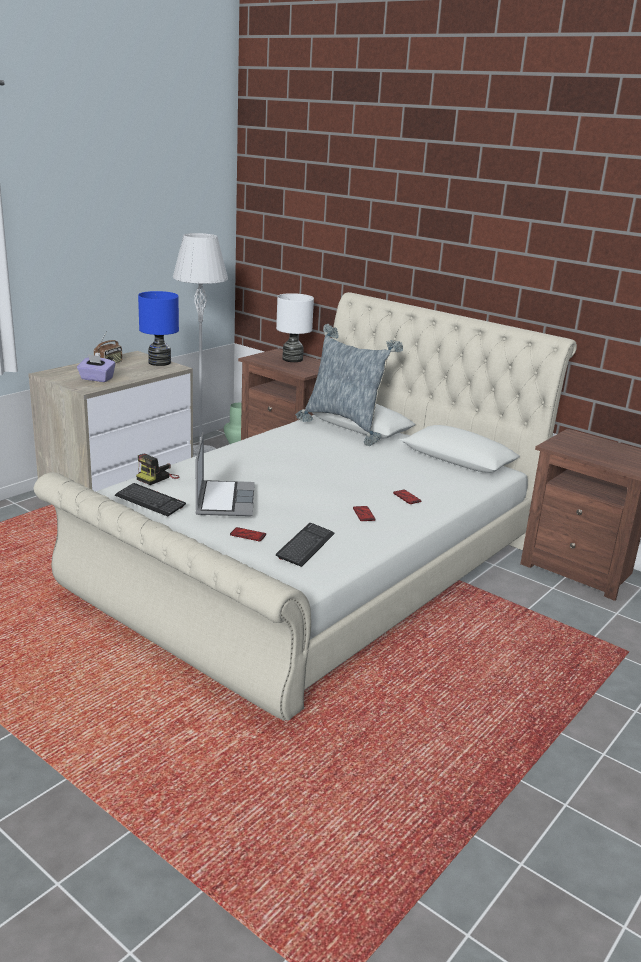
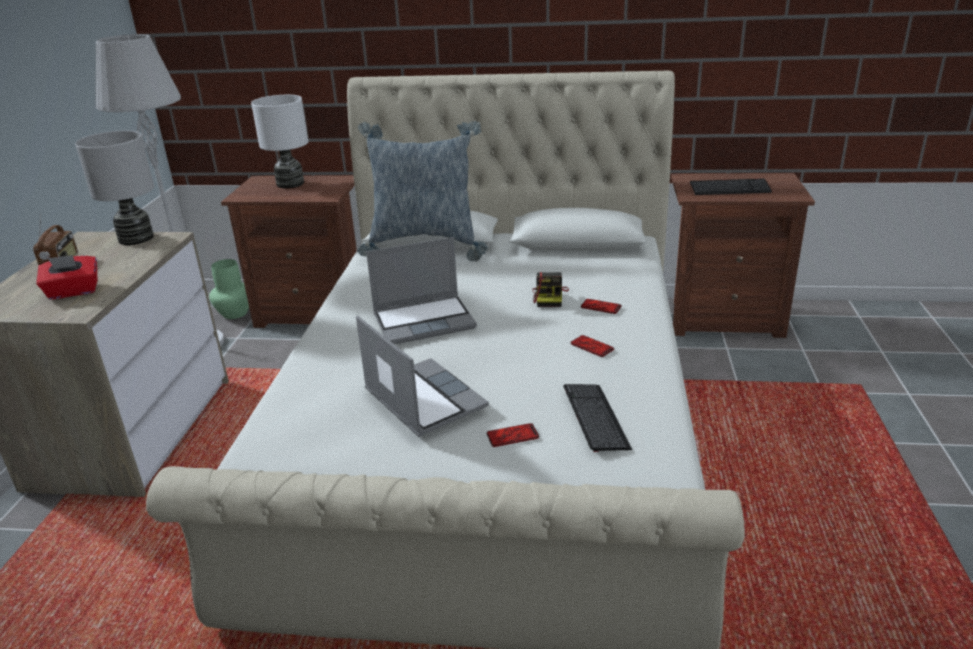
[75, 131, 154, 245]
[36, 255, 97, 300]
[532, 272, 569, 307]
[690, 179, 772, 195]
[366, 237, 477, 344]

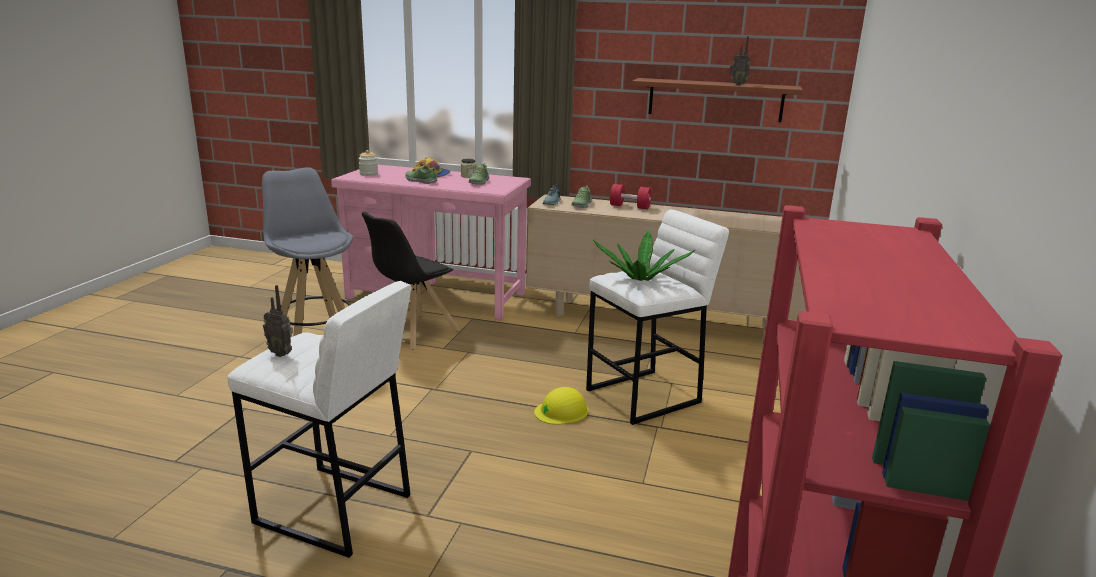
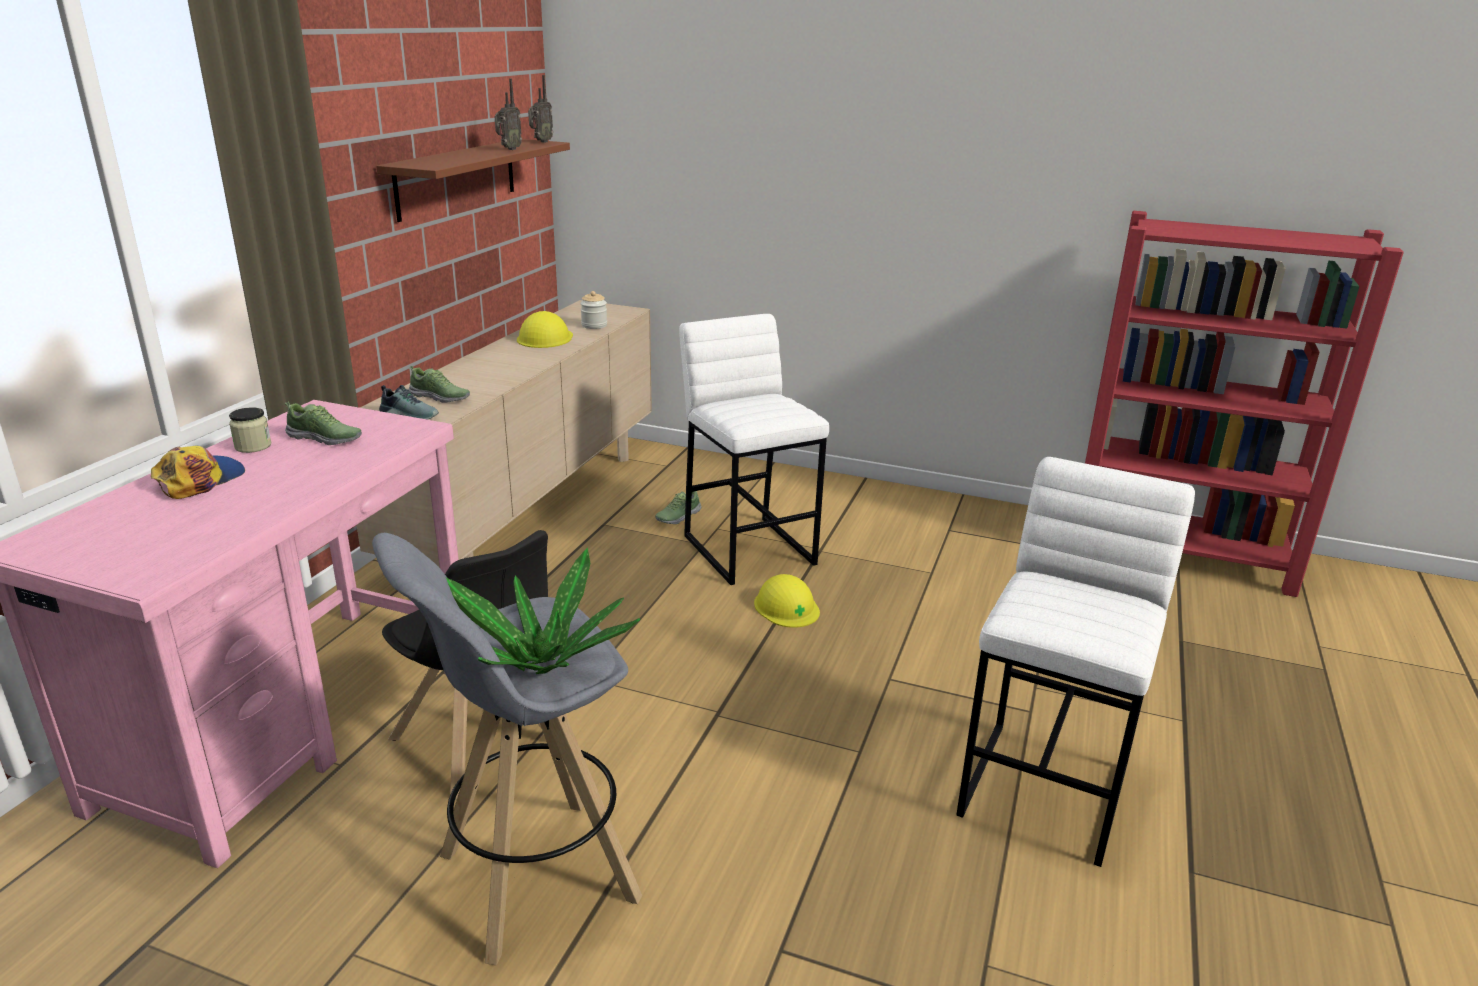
[580, 291, 607, 329]
[655, 491, 701, 524]
[610, 184, 652, 209] (first image)
[446, 548, 641, 674]
[528, 75, 553, 143]
[517, 311, 573, 348]

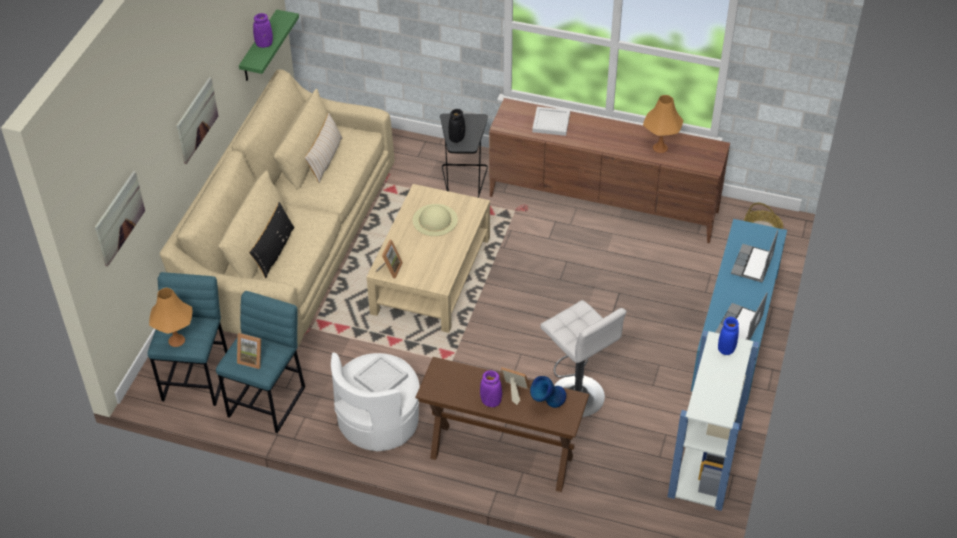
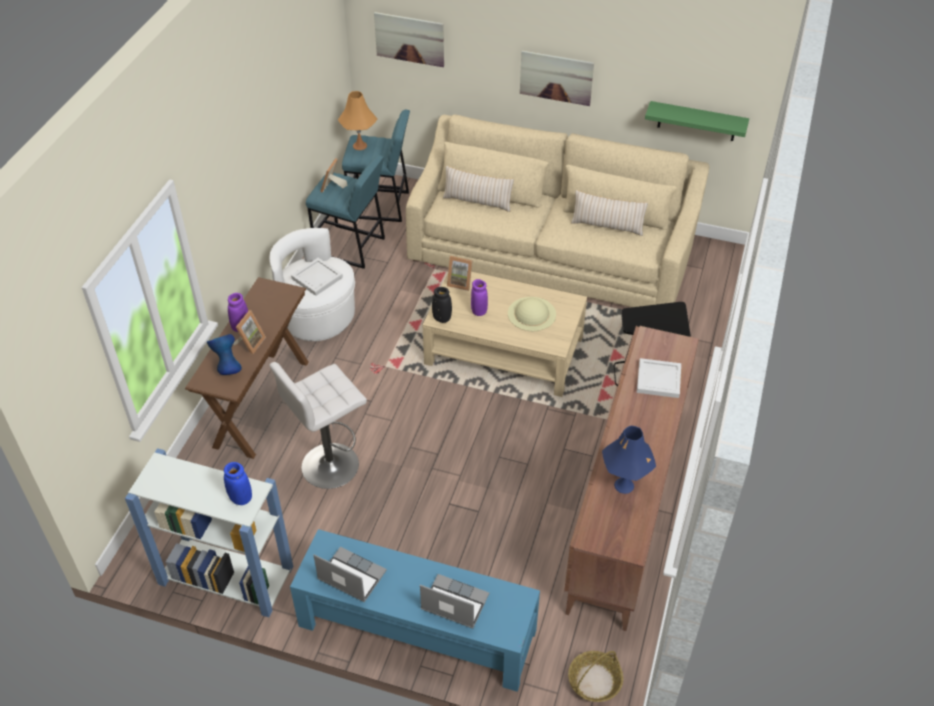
[471, 279, 488, 316]
[602, 426, 656, 494]
[432, 287, 452, 323]
[443, 166, 514, 212]

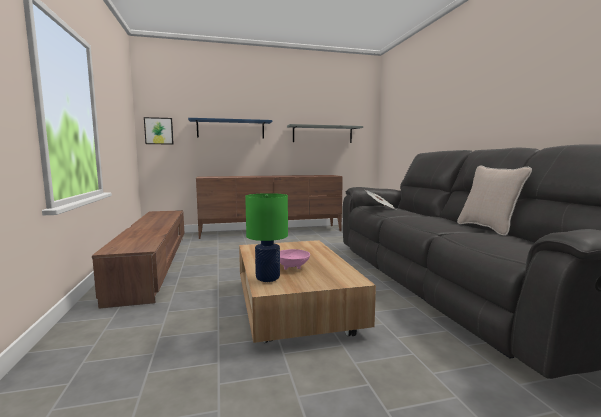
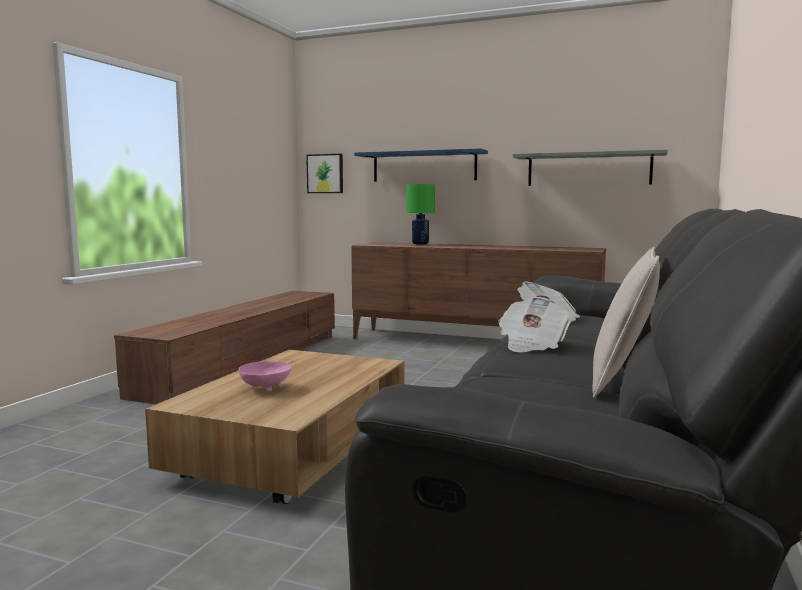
[406, 184, 435, 245]
[498, 297, 572, 352]

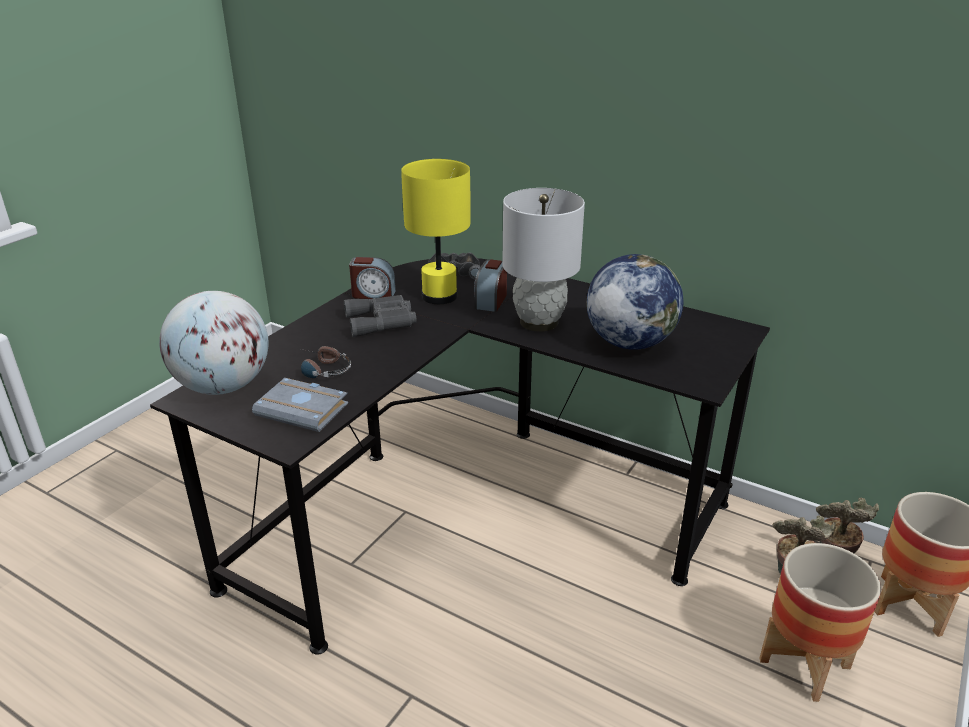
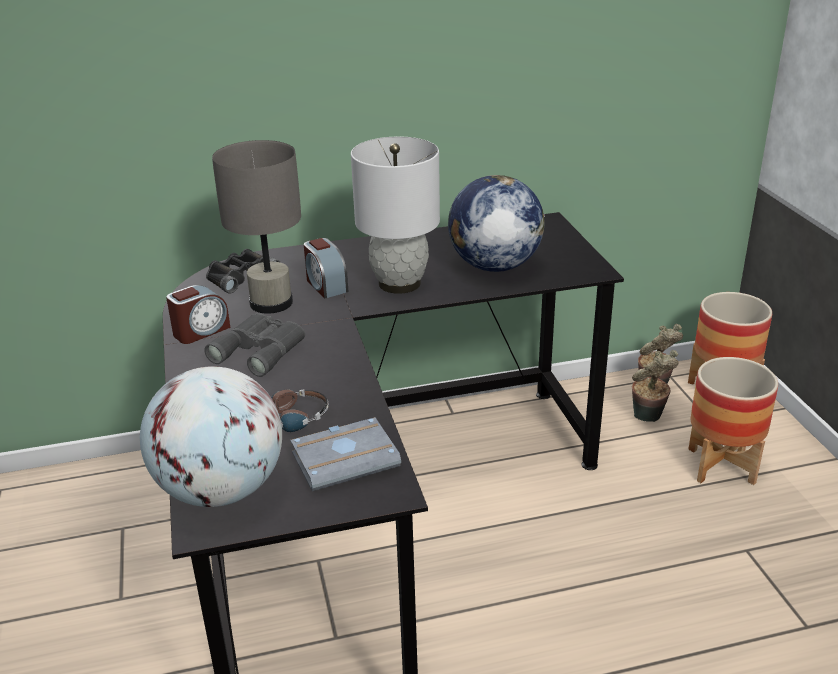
[212, 140, 301, 314]

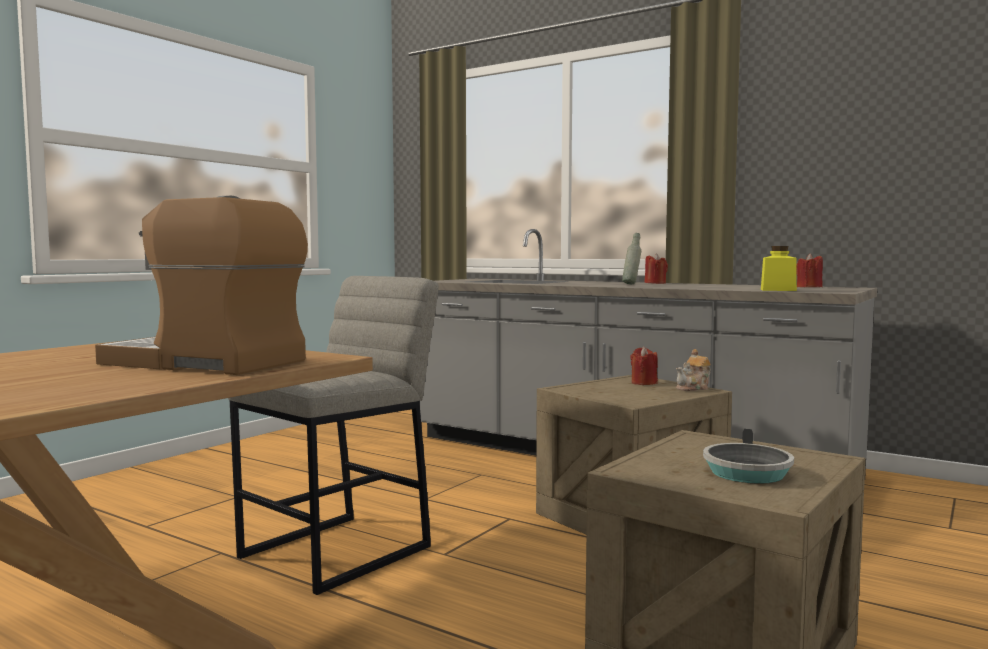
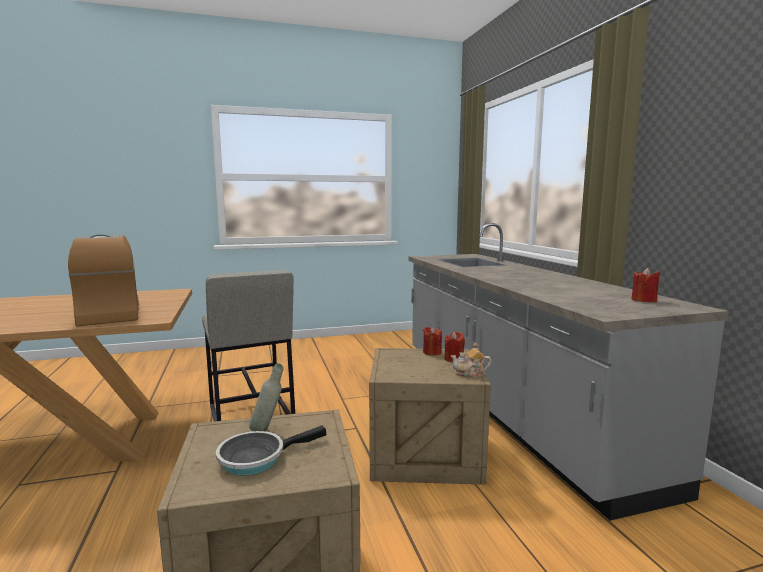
[249, 363, 283, 432]
[761, 246, 797, 291] (first image)
[423, 326, 442, 356]
[202, 270, 295, 421]

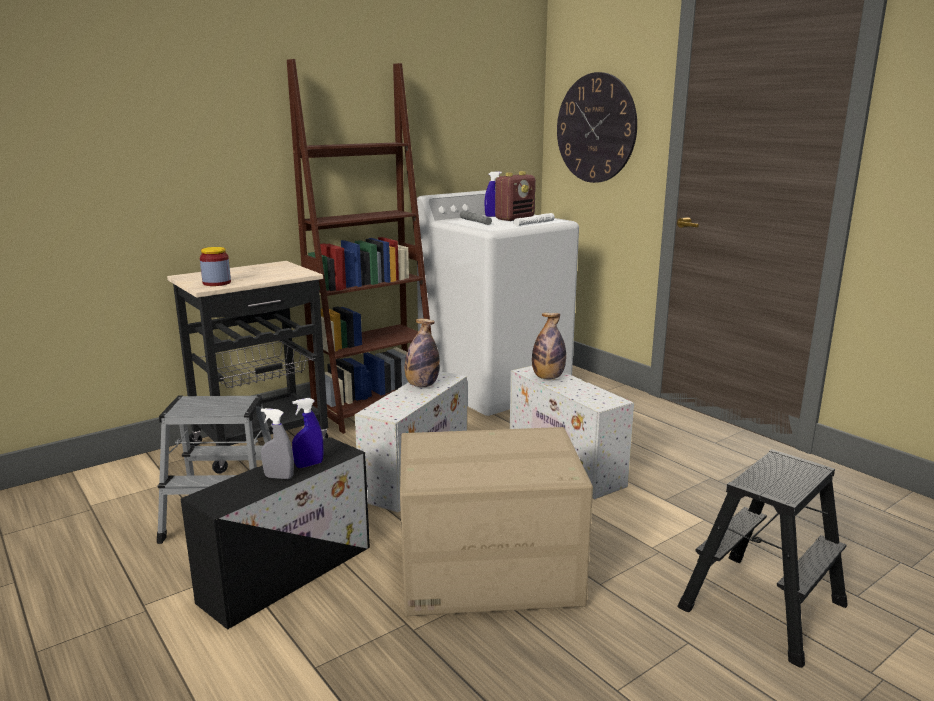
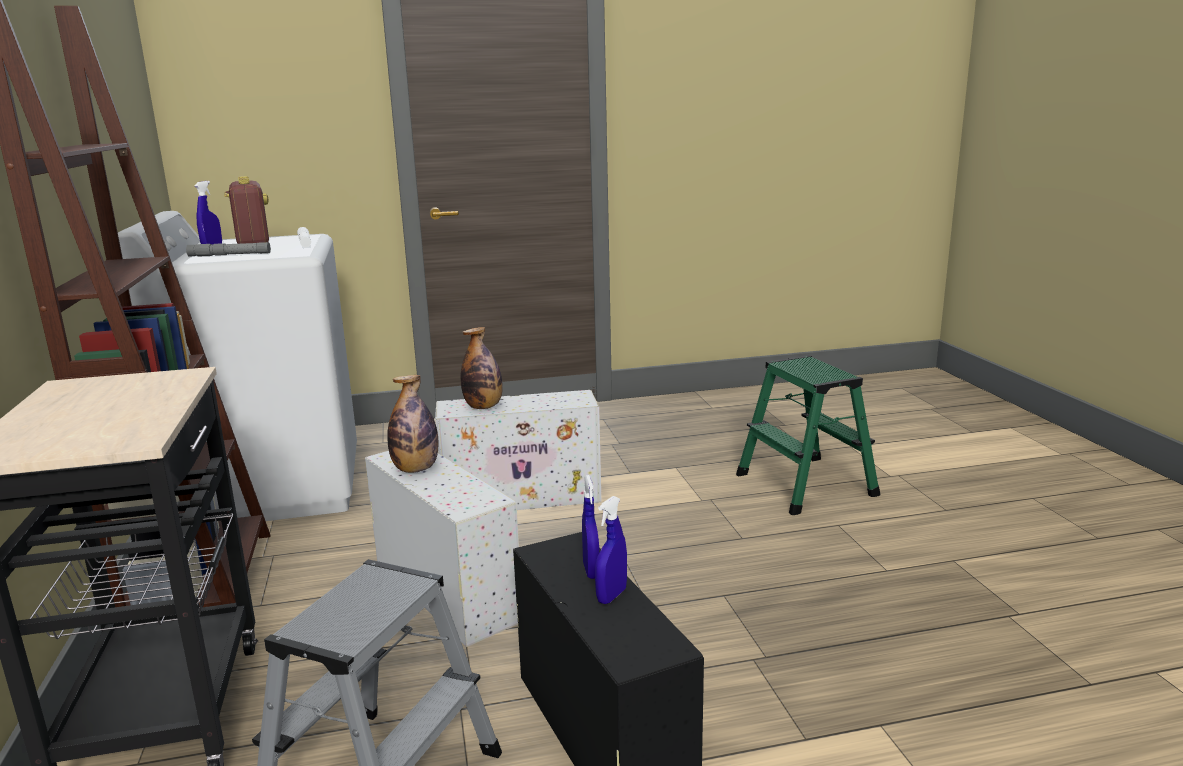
[557, 72, 637, 183] (first image)
[200, 247, 231, 286] (first image)
[595, 496, 627, 604]
[400, 427, 593, 616] (first image)
[736, 355, 880, 515]

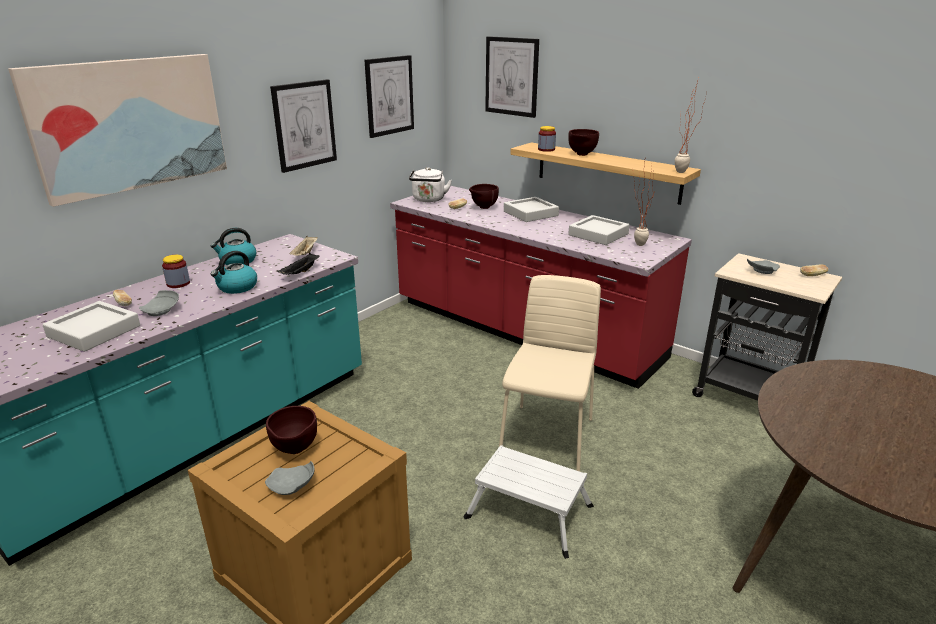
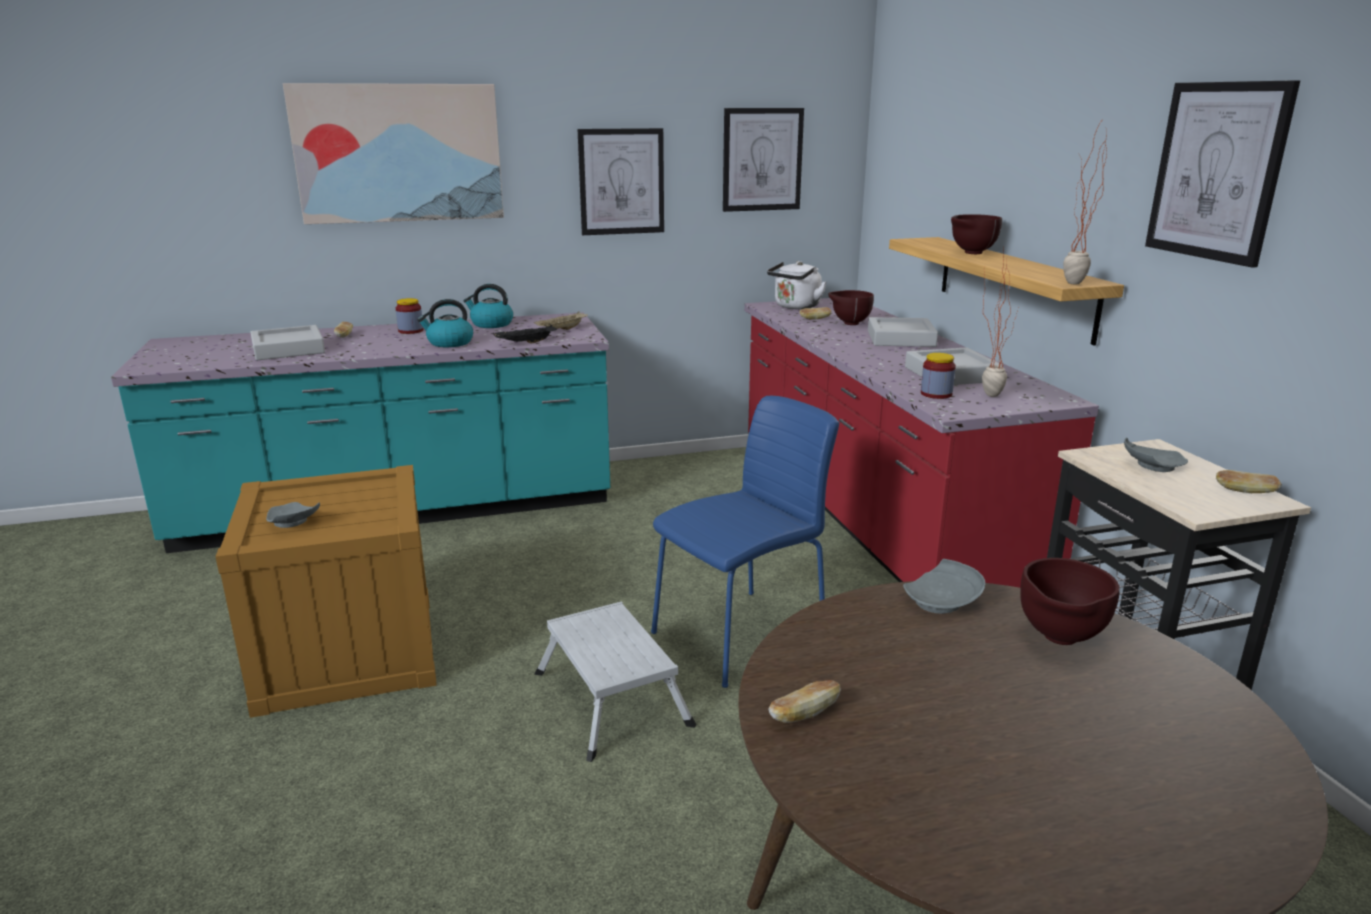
[1145, 80, 1300, 268]
[921, 353, 956, 399]
[651, 396, 839, 688]
[903, 559, 985, 614]
[1020, 558, 1119, 645]
[768, 680, 841, 723]

